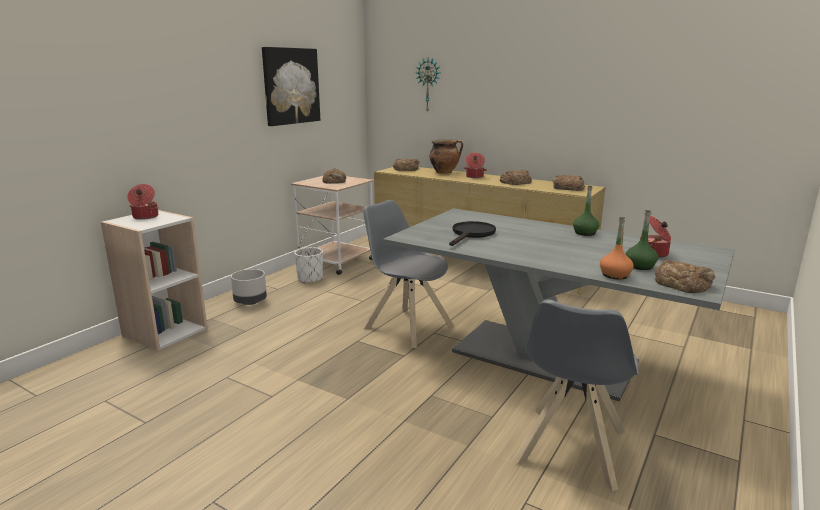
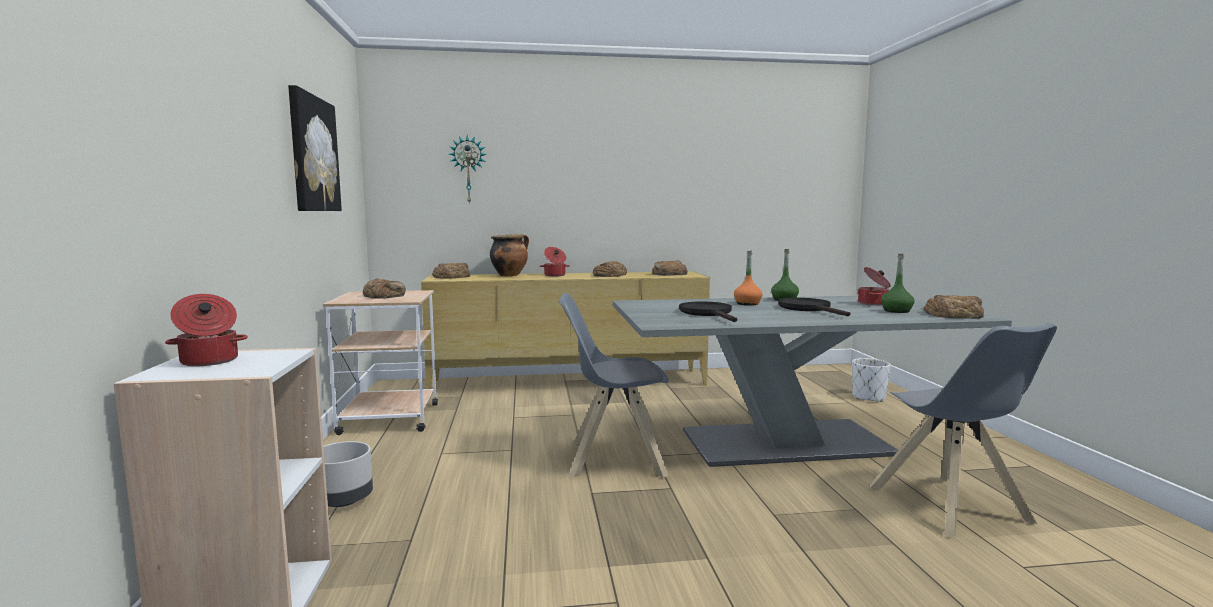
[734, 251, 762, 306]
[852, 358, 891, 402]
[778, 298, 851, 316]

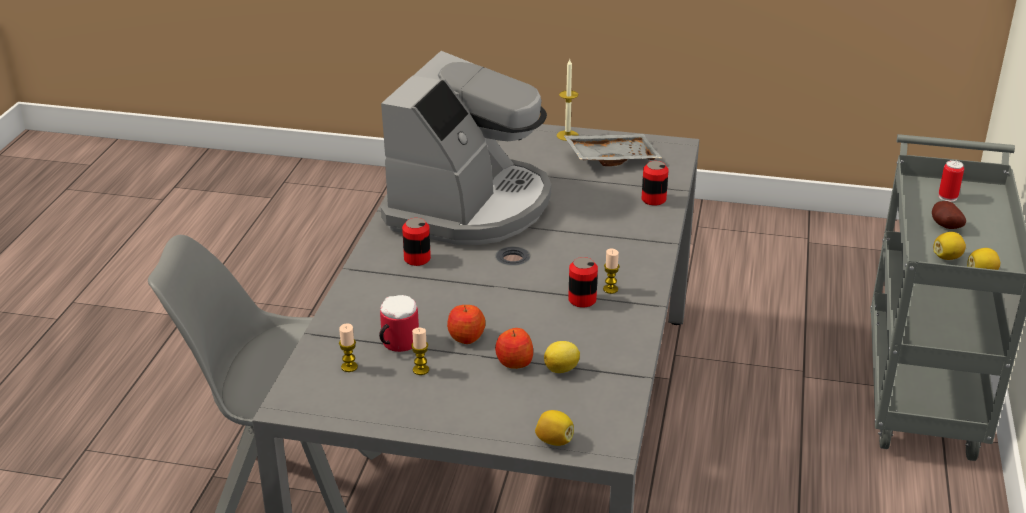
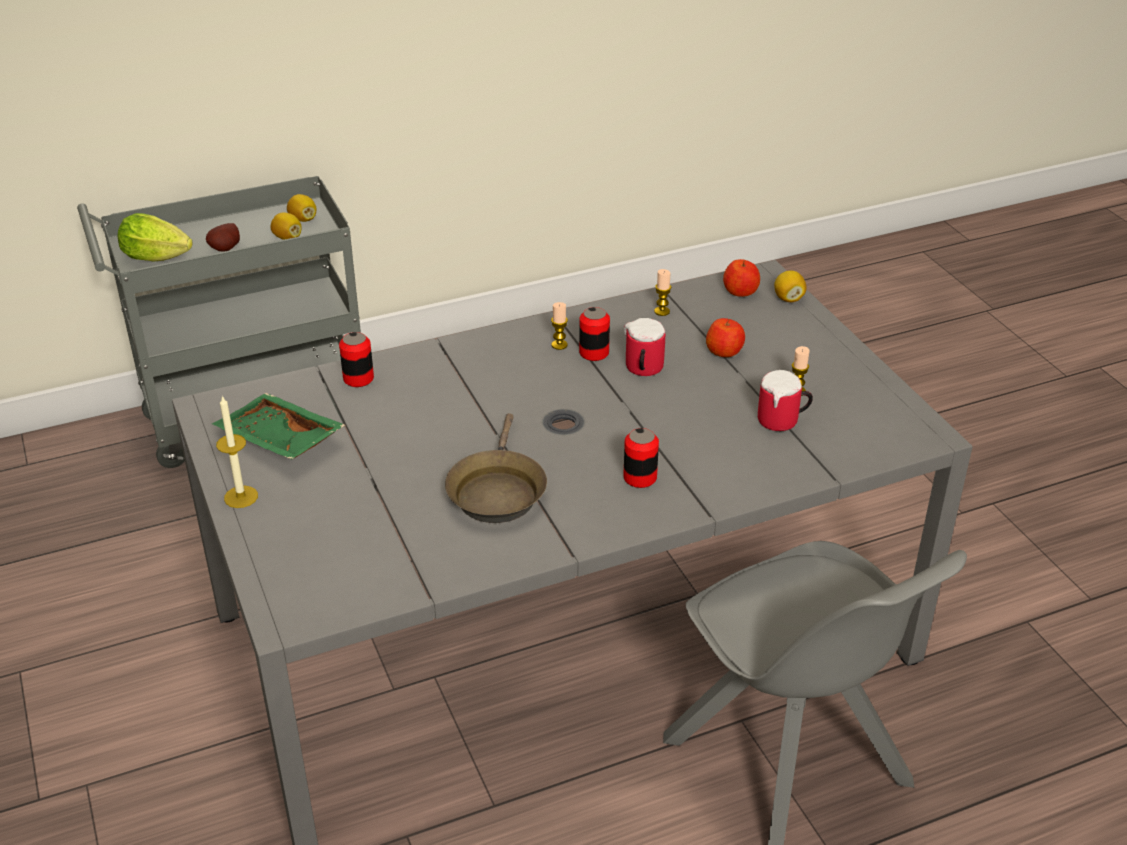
[445, 413, 547, 523]
[212, 393, 345, 460]
[118, 213, 193, 262]
[723, 259, 760, 297]
[654, 269, 671, 316]
[544, 341, 580, 373] (first image)
[624, 318, 665, 376]

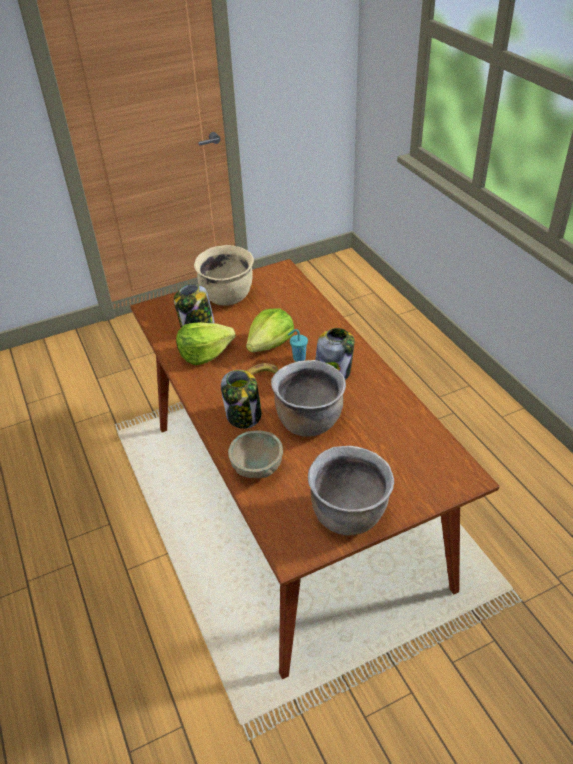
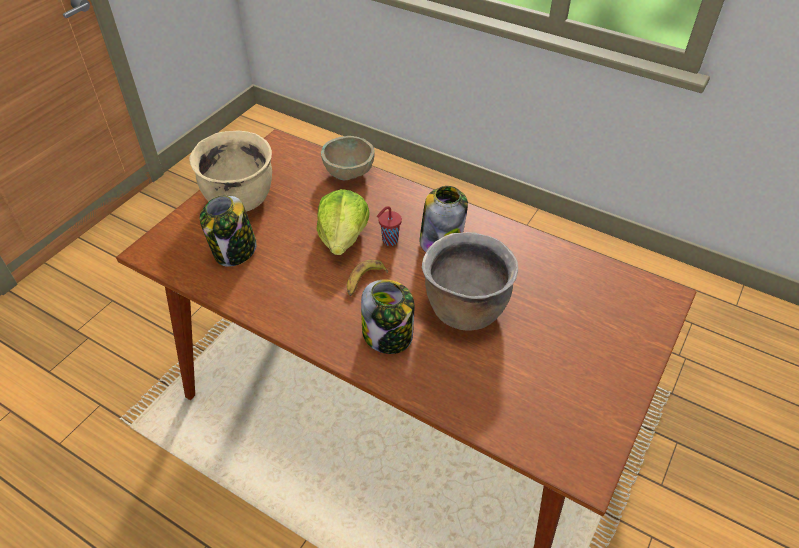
[176, 322, 235, 365] (first image)
[377, 206, 402, 246]
[321, 136, 374, 180]
[308, 446, 394, 535] (first image)

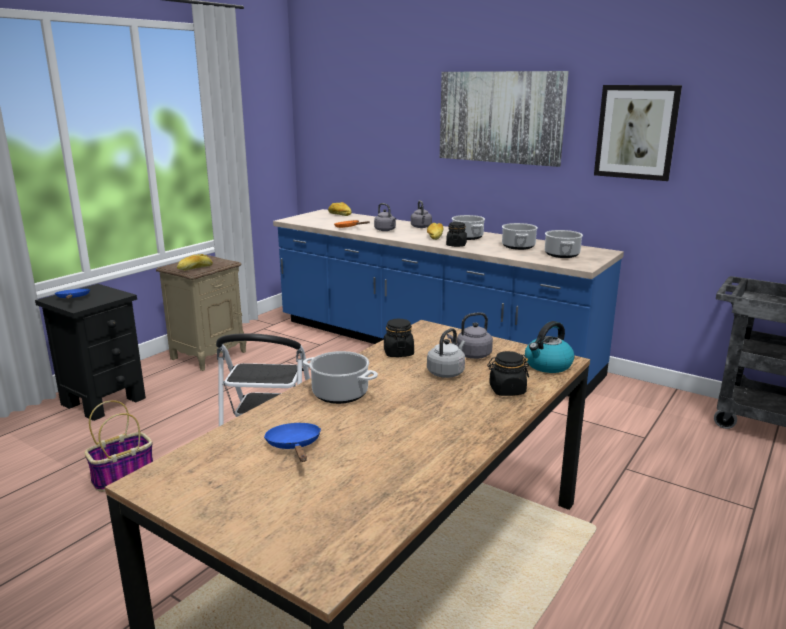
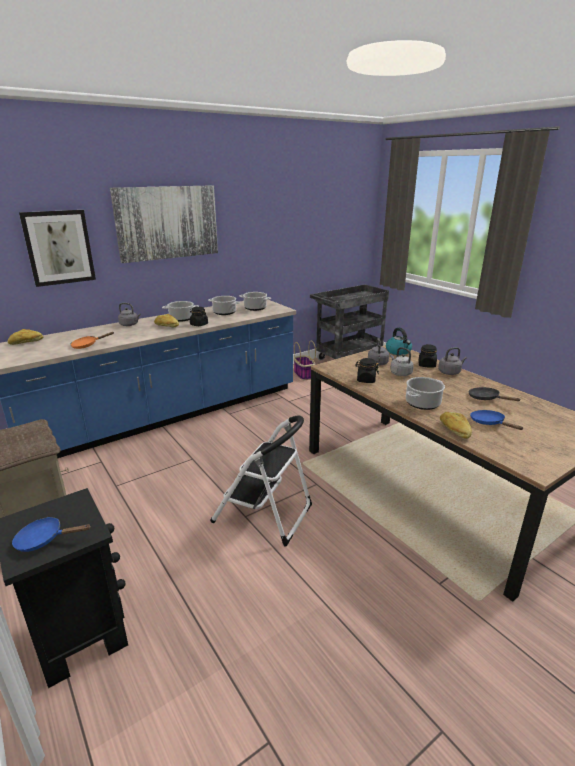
[19, 210, 96, 287]
[438, 347, 467, 375]
[440, 412, 472, 439]
[294, 341, 316, 380]
[470, 410, 523, 430]
[468, 387, 521, 401]

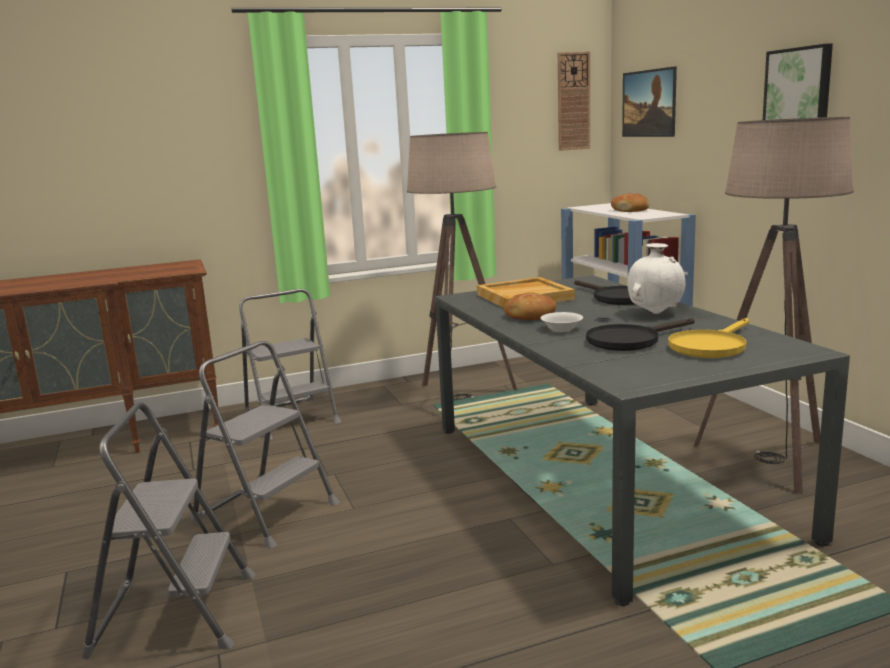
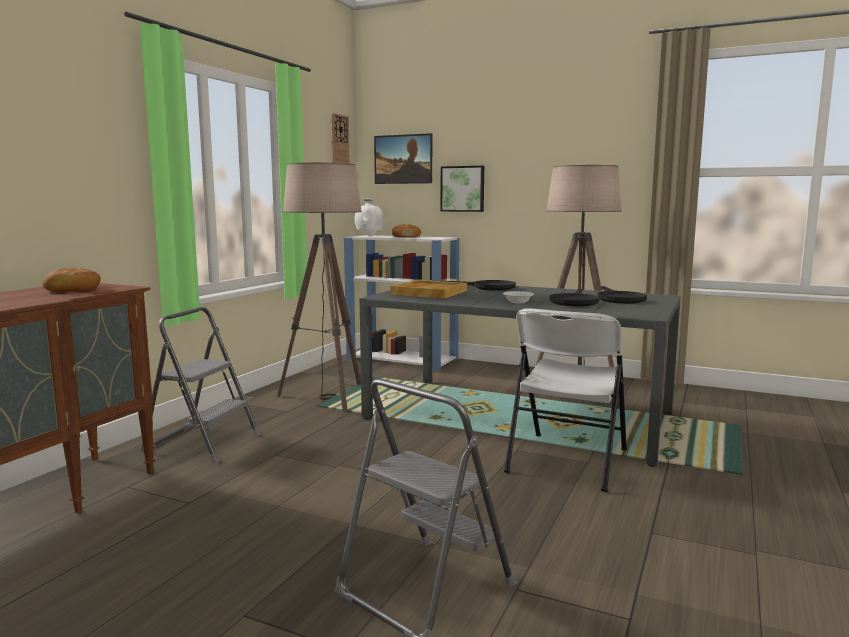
[440, 166, 484, 212]
[355, 199, 384, 236]
[42, 268, 101, 292]
[597, 286, 647, 304]
[191, 341, 340, 549] (first image)
[504, 309, 627, 492]

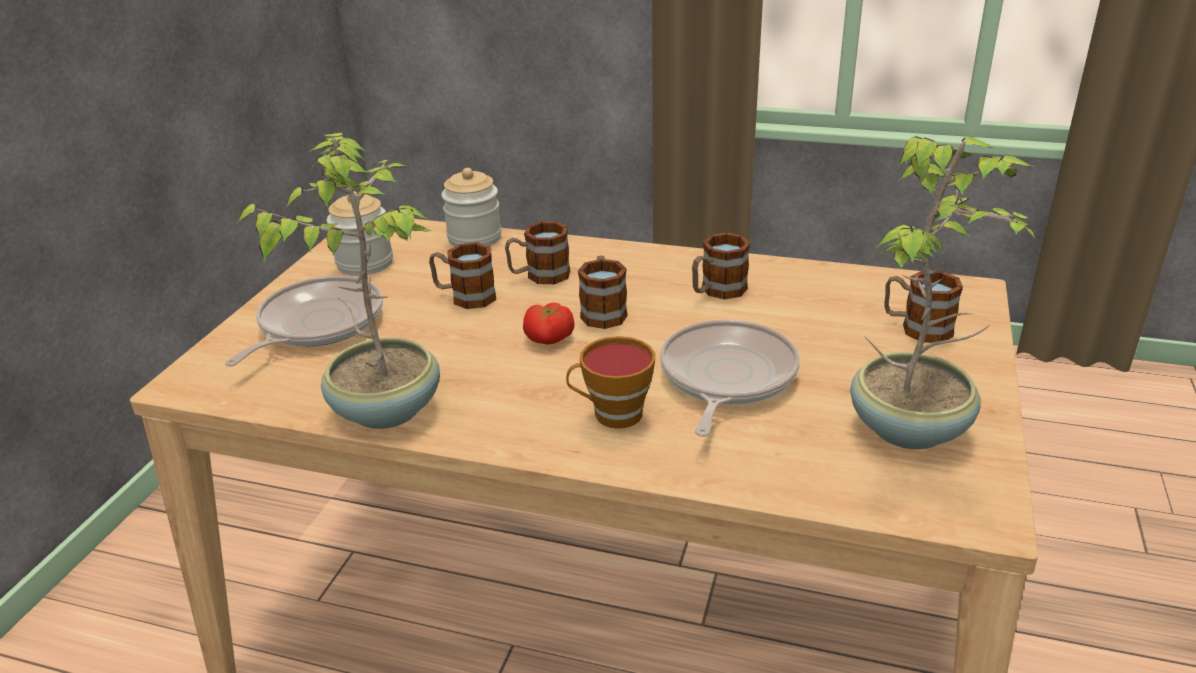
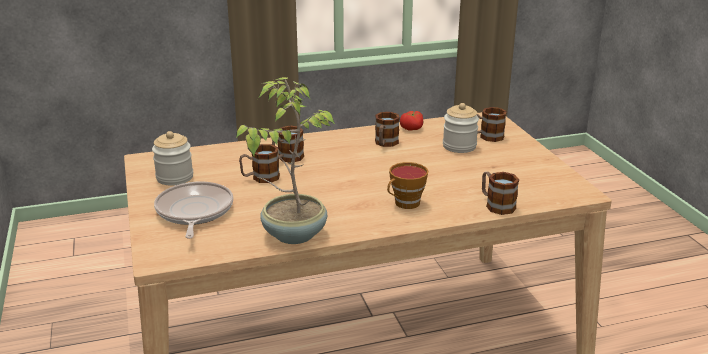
[850, 136, 1036, 449] (first image)
[443, 103, 479, 153]
[482, 172, 519, 215]
[400, 111, 423, 131]
[660, 320, 800, 437] (first image)

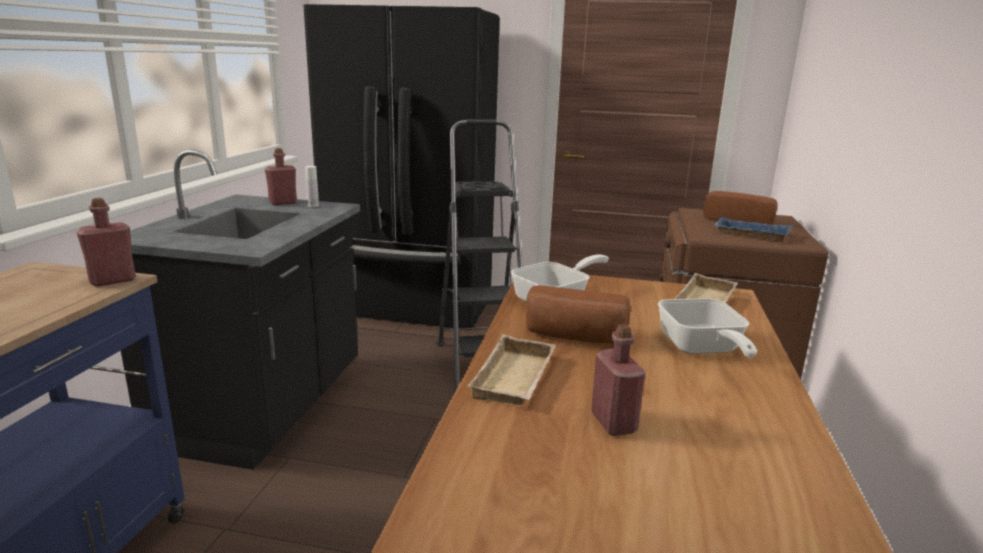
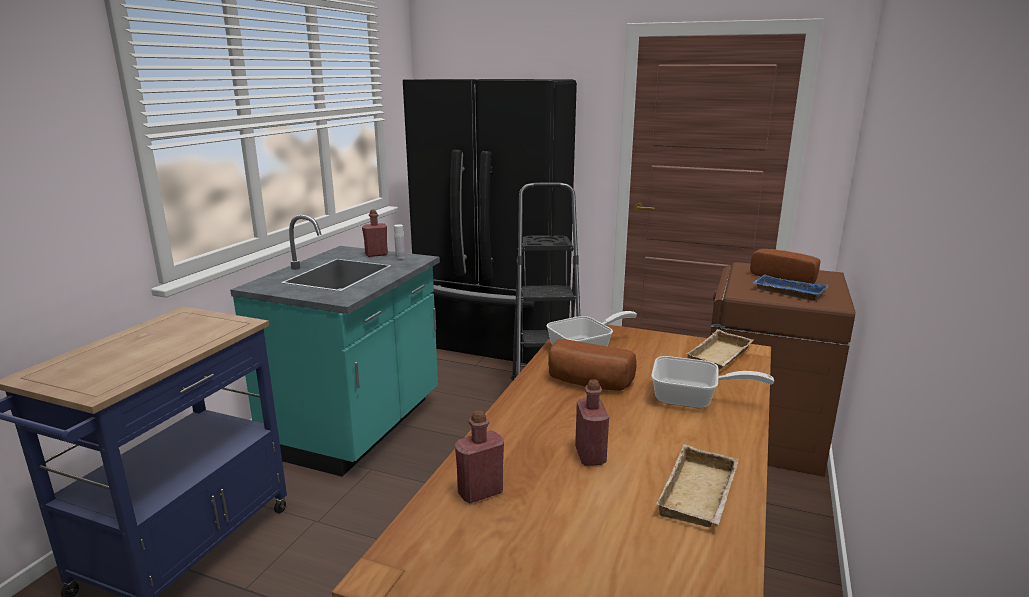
[230, 215, 440, 477]
[455, 410, 504, 504]
[651, 356, 774, 408]
[656, 444, 739, 527]

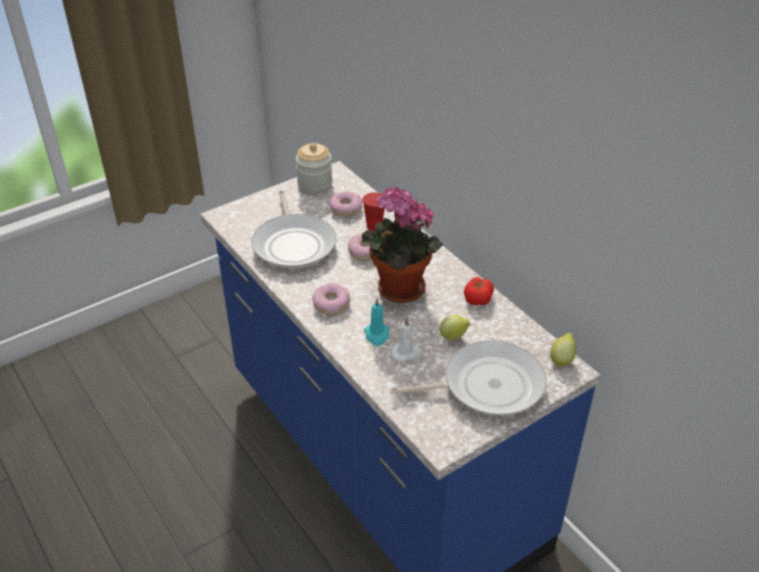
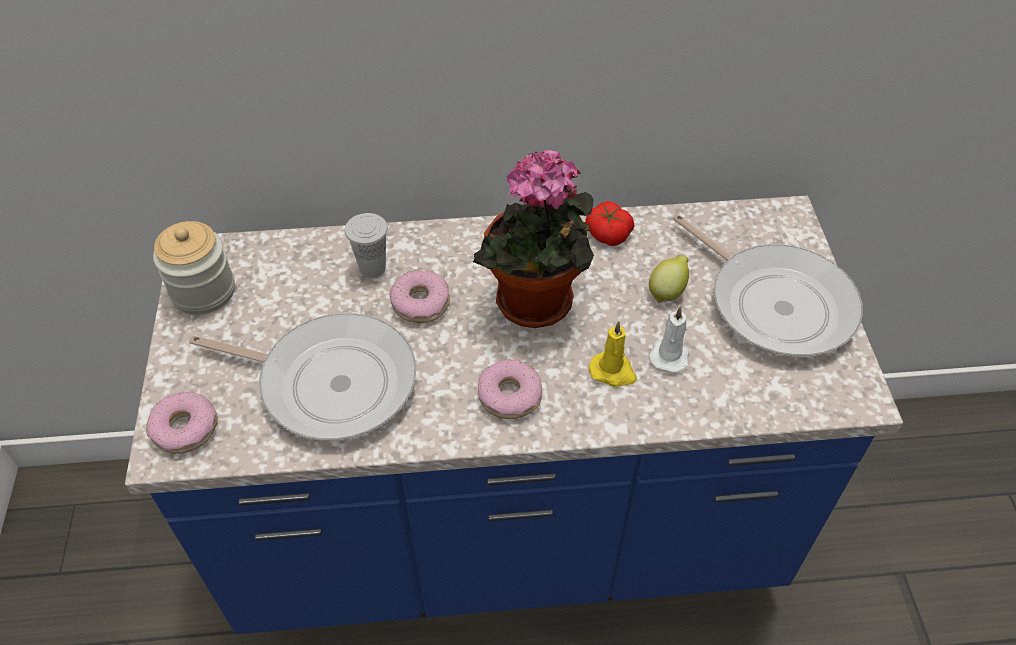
[146, 392, 218, 454]
[345, 213, 388, 278]
[589, 321, 637, 387]
[550, 333, 576, 368] (first image)
[673, 214, 863, 357]

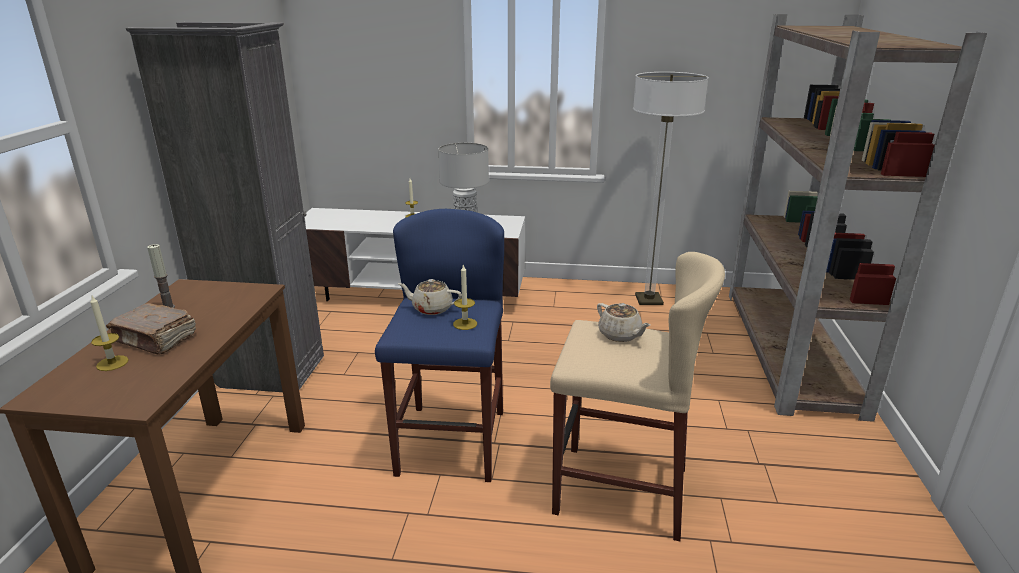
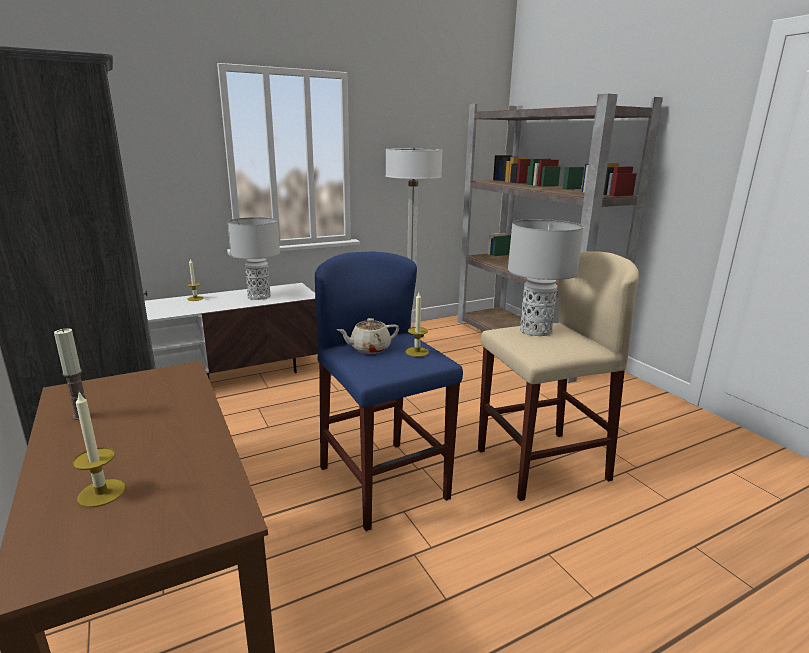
[106, 303, 196, 355] (first image)
[508, 219, 584, 336]

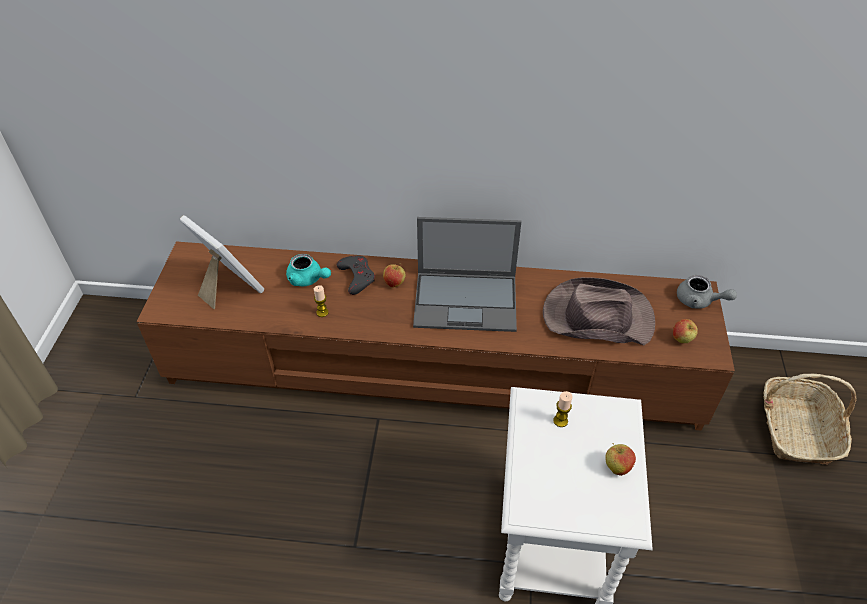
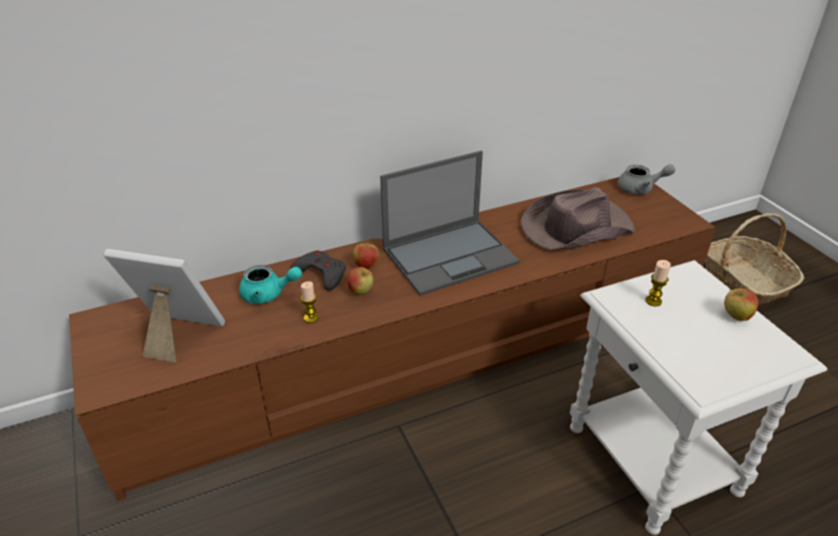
[347, 267, 373, 295]

